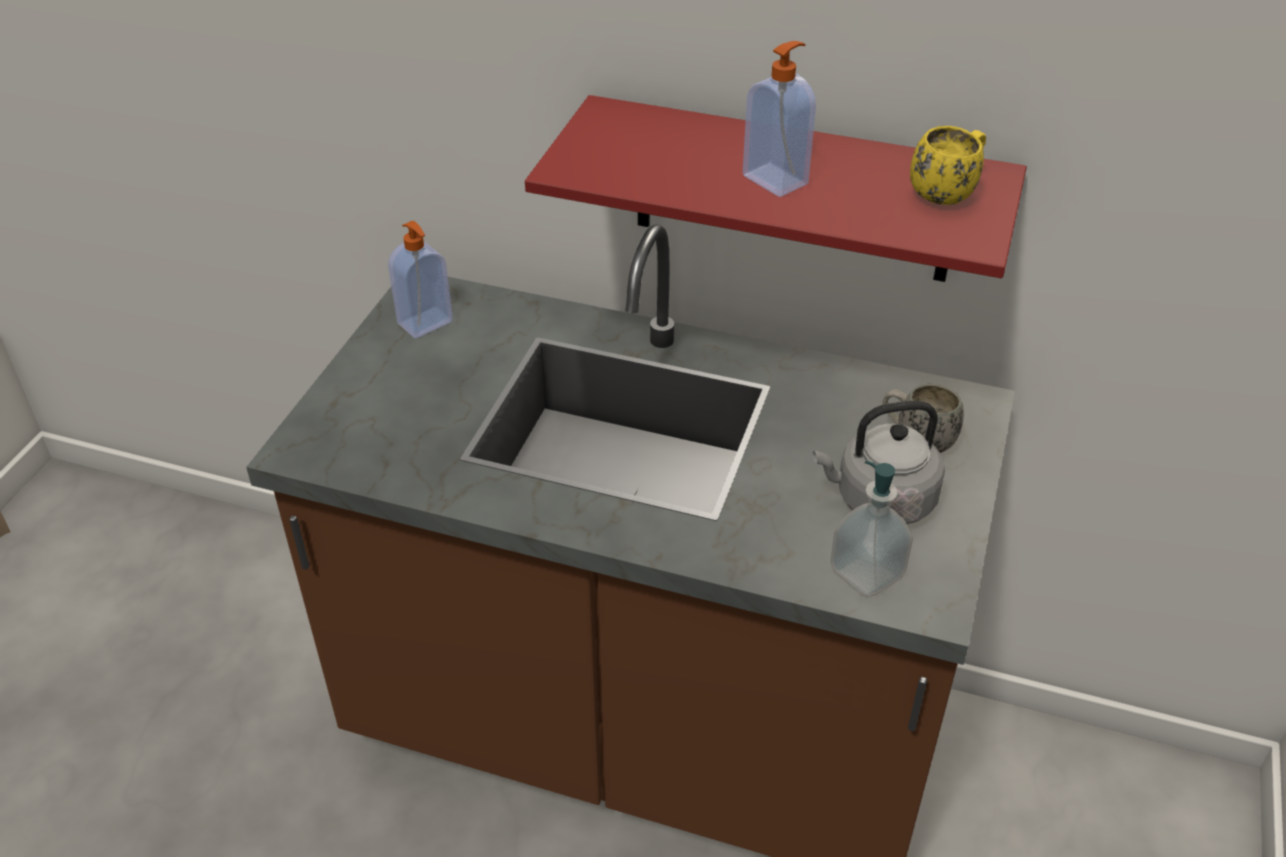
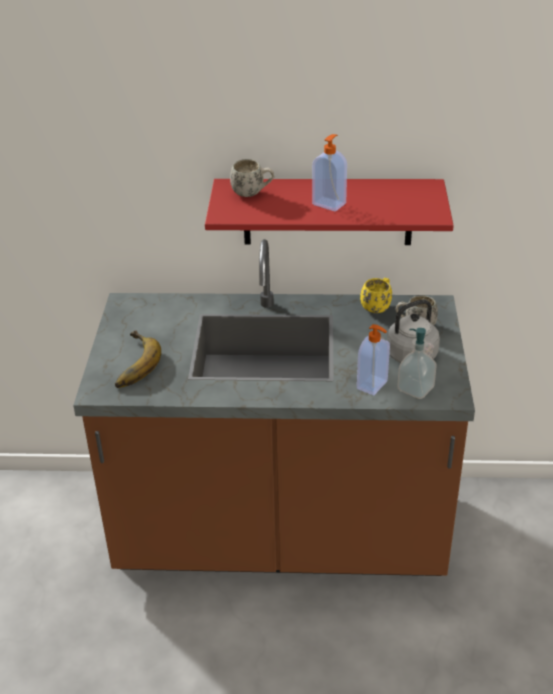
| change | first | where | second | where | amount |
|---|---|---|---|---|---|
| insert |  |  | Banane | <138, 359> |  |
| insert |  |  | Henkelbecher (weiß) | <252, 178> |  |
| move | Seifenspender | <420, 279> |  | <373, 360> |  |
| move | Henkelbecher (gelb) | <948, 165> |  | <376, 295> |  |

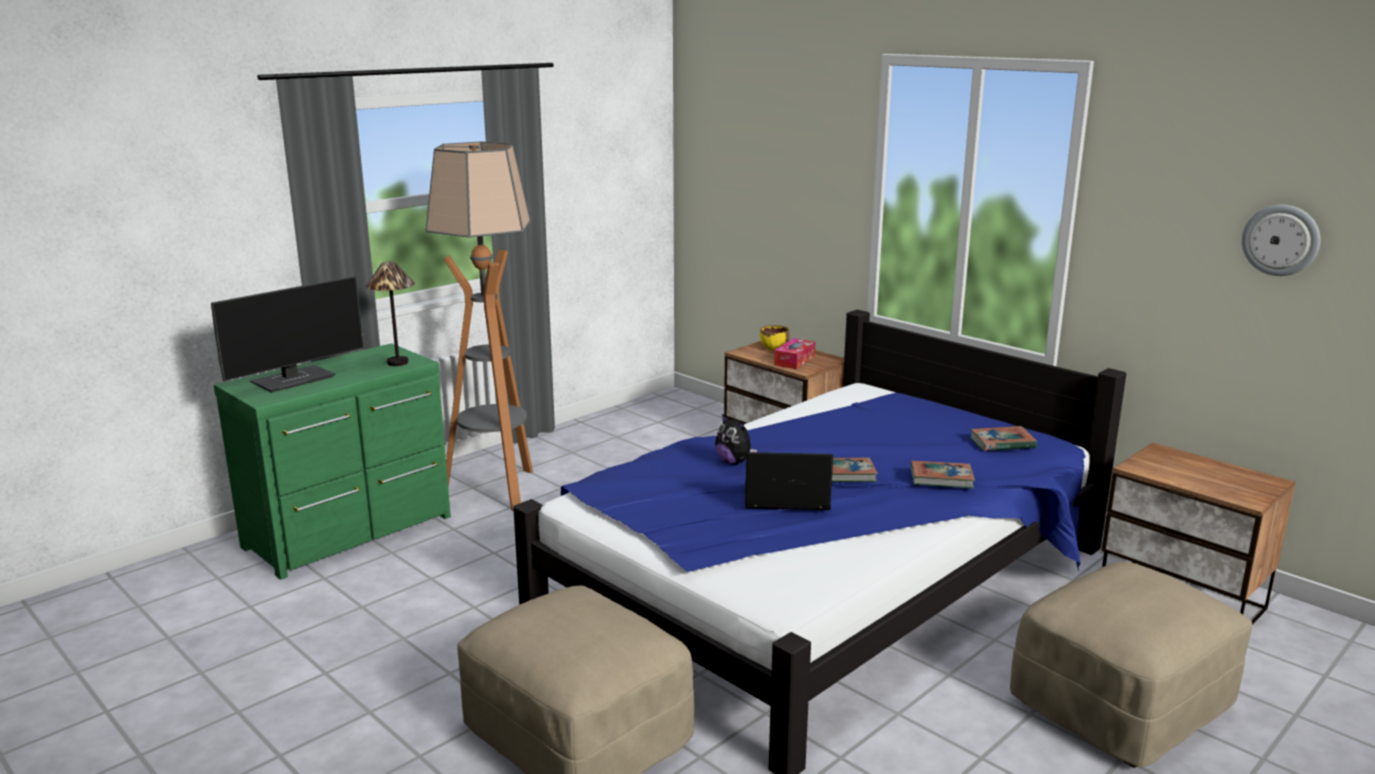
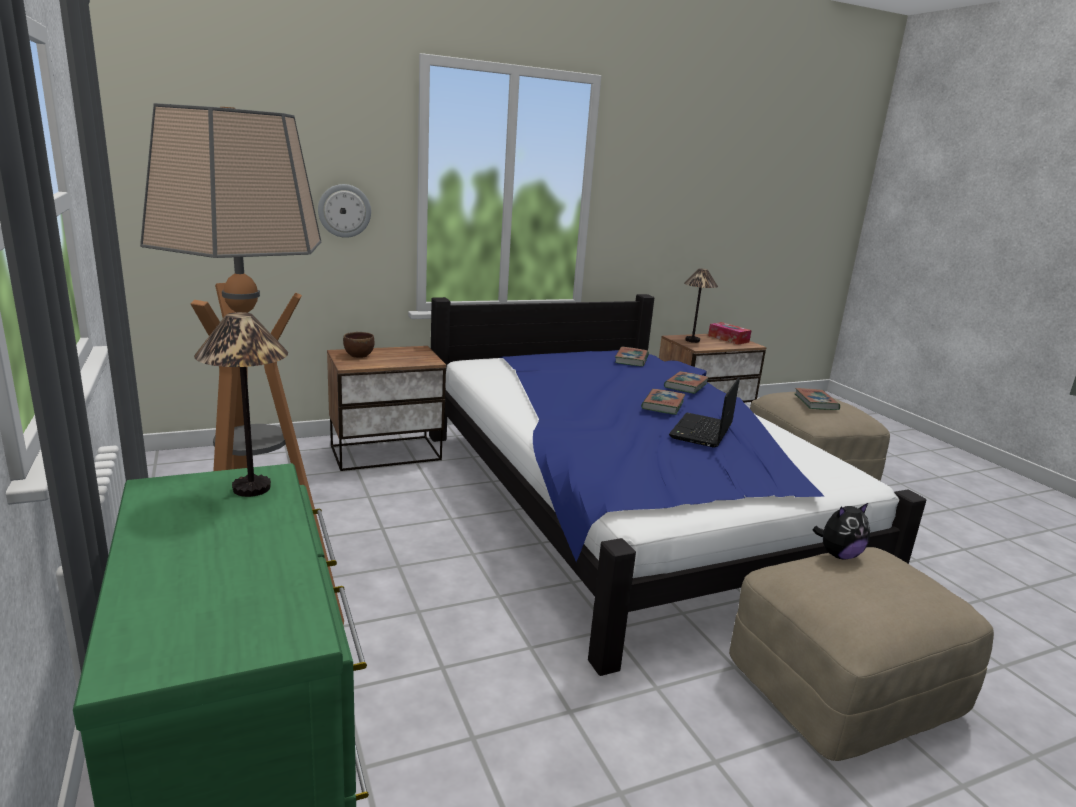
| change | first | where | second | where | amount |
|---|---|---|---|---|---|
| delete | Monitor | <287, 334> |  |  |  |
| insert |  |  | Tischlampe | <701, 306> |  |
| insert |  |  | Buch | <817, 399> |  |
| move | Plüschtier | <736, 439> |  | <841, 531> |  |
| move | Taschentuchbox | <794, 353> |  | <730, 333> |  |
| move | Wanduhr | <1281, 240> |  | <344, 211> |  |
| recolor | Schüssel (gelb) | <775, 338> | Schüssel (braun) | <358, 345> |  |

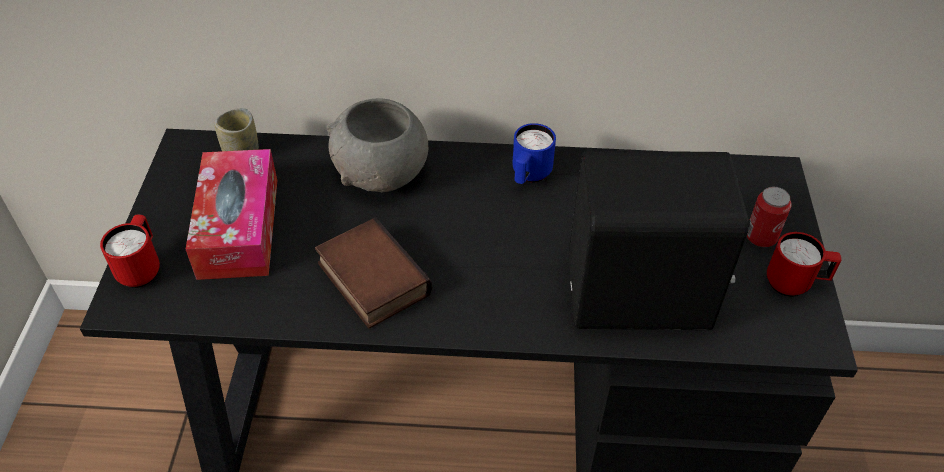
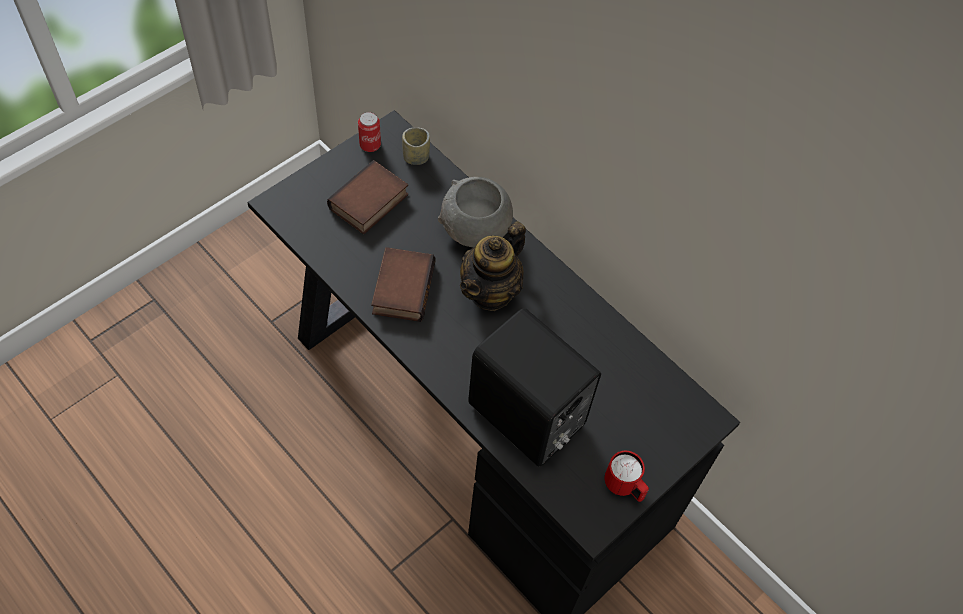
| change | first | where | second | where | amount |
|---|---|---|---|---|---|
| delete | Henkelbecher (rot) | <130, 251> |  |  |  |
| delete | Henkelbecher (blau) | <534, 153> |  |  |  |
| insert |  |  | Teekanne | <493, 266> |  |
| move | Dose | <769, 217> |  | <369, 132> |  |
| replace | Taschentuchbox | <231, 214> | Buch | <367, 197> |  |

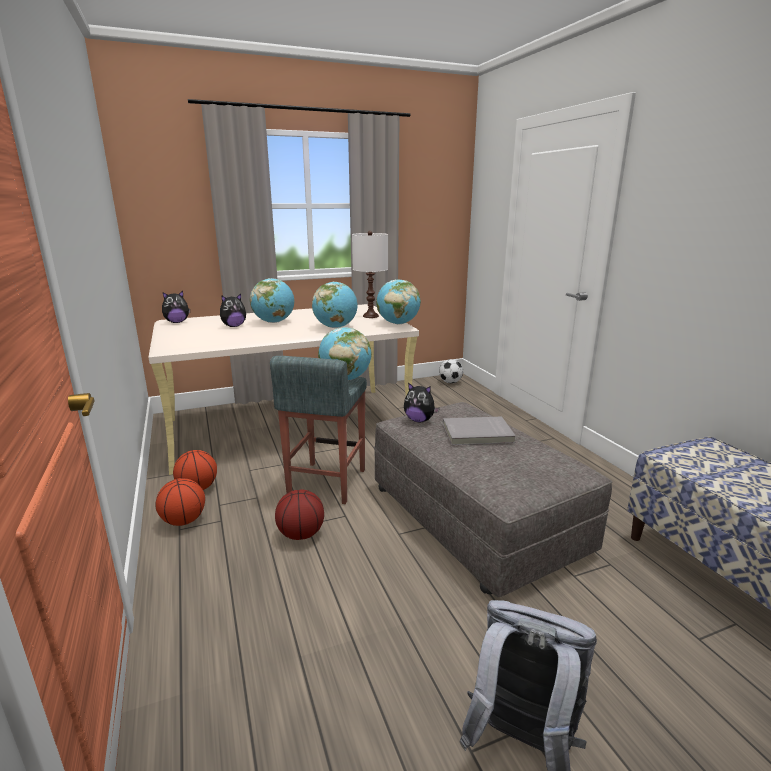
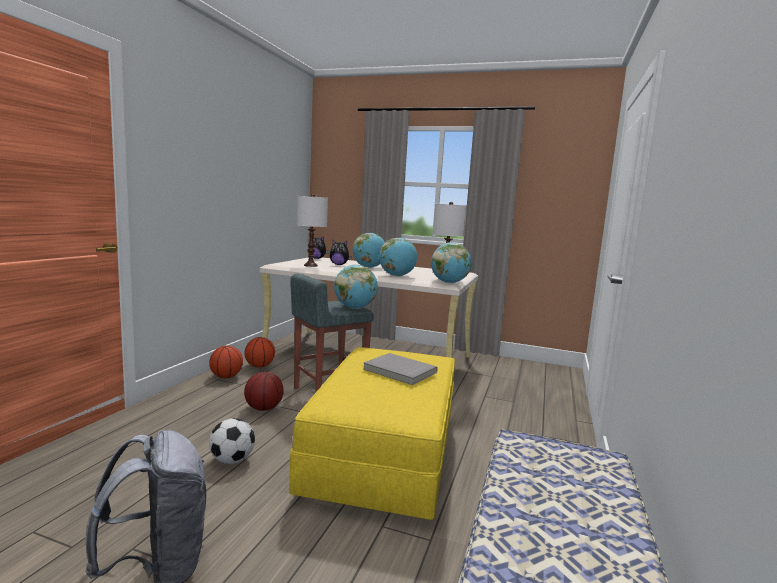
| change | first | where | second | where | amount |
|---|---|---|---|---|---|
| delete | Plüschtier | <422, 402> |  |  |  |
| insert |  |  | Tischlampe (weiß) | <312, 230> |  |
| move | Fußball | <451, 371> |  | <232, 441> |  |
| recolor | Polsterhocker (grau) | <493, 499> | Polsterhocker (gelb) | <372, 433> |  |

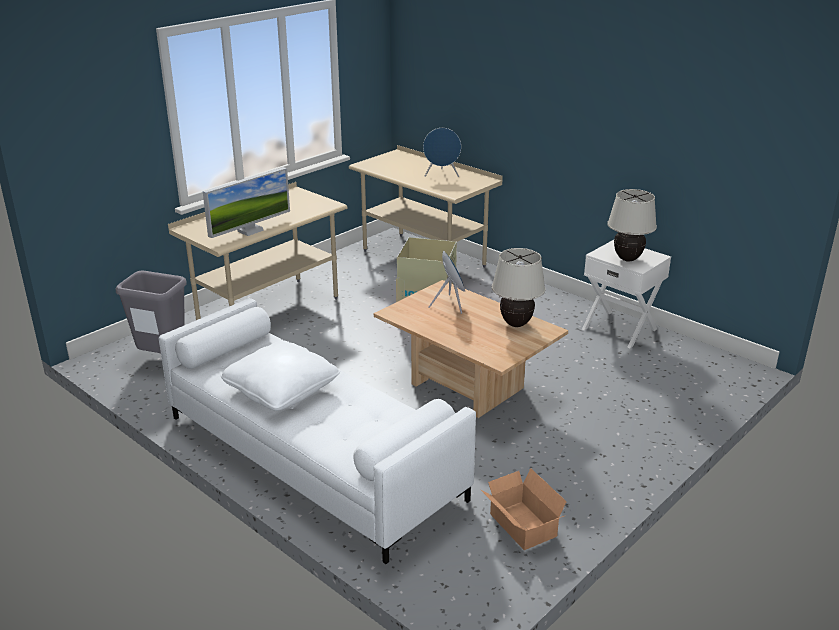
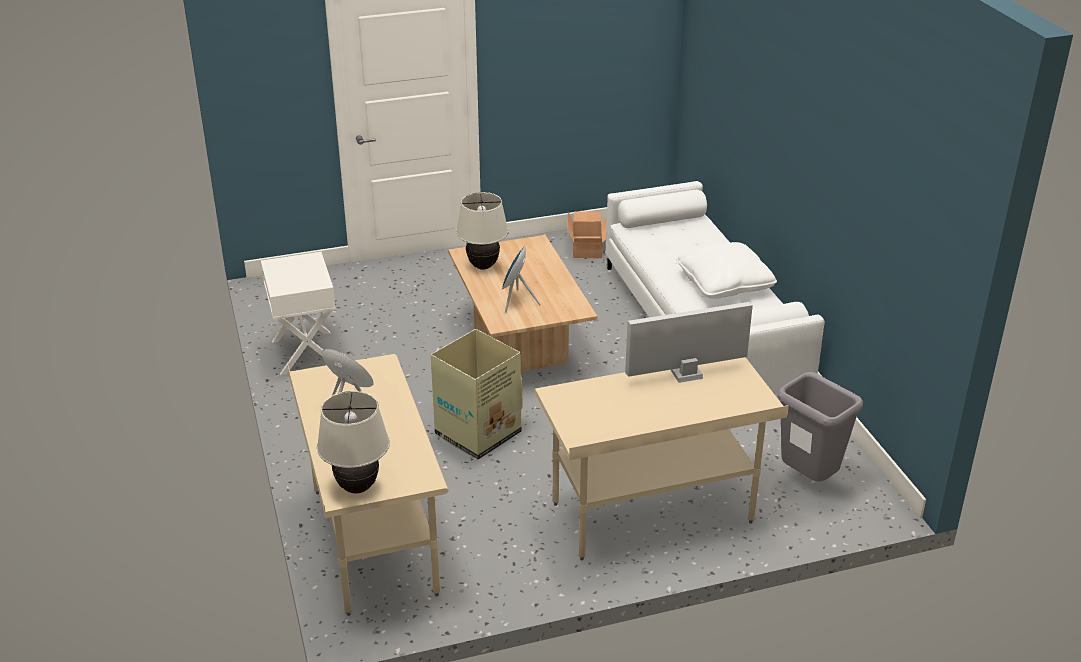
| change | first | where | second | where | amount |
|---|---|---|---|---|---|
| move | Tischlampe (beige) | <632, 225> |  | <353, 442> |  |

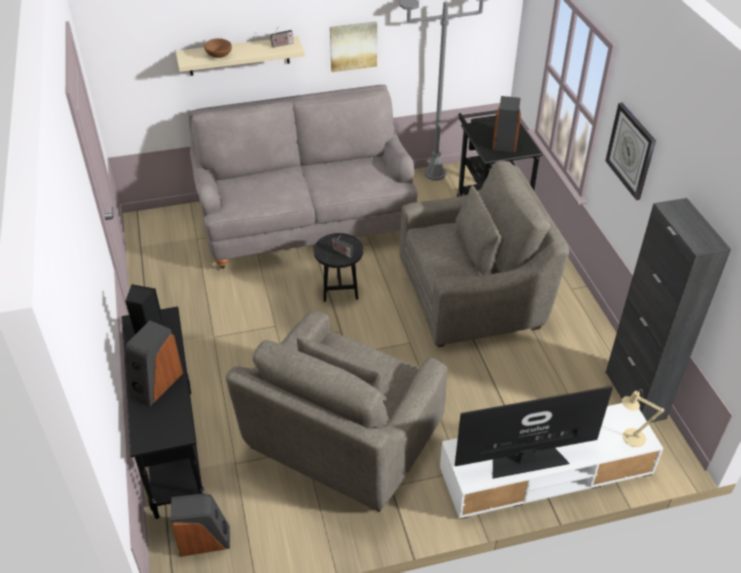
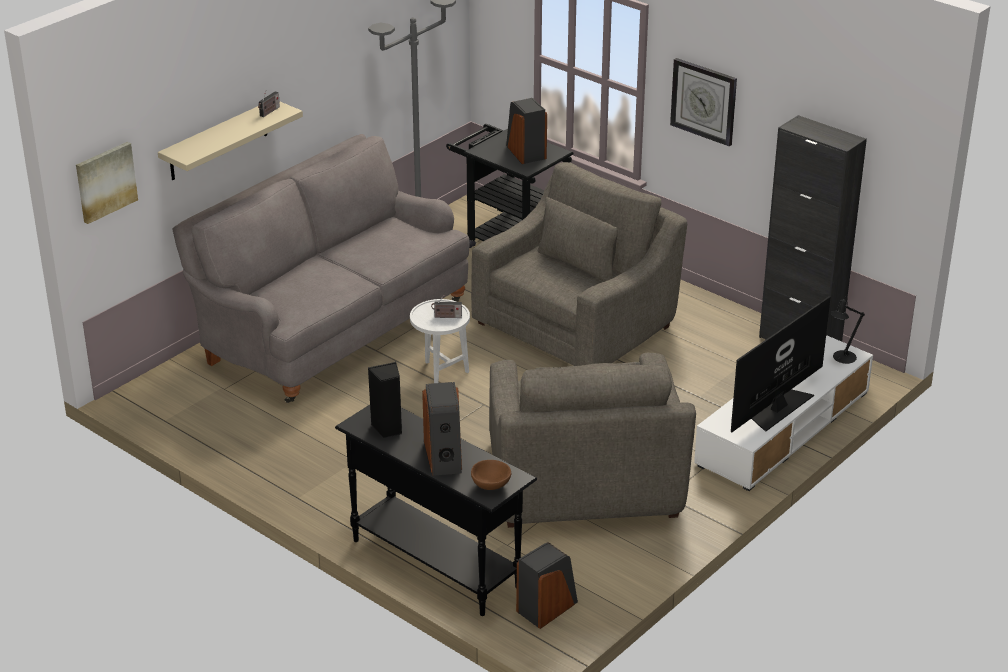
| change | first | where | second | where | amount |
|---|---|---|---|---|---|
| move | Schüssel (braun) | <218, 48> |  | <491, 475> |  |
| move | Bild | <353, 46> |  | <107, 183> |  |
| recolor | Beistelltisch (schwarz) | <338, 267> | Beistelltisch (weiß) | <440, 341> |  |
| recolor | Tischlampe (beige) | <643, 418> | Tischlampe (schwarz) | <848, 329> |  |

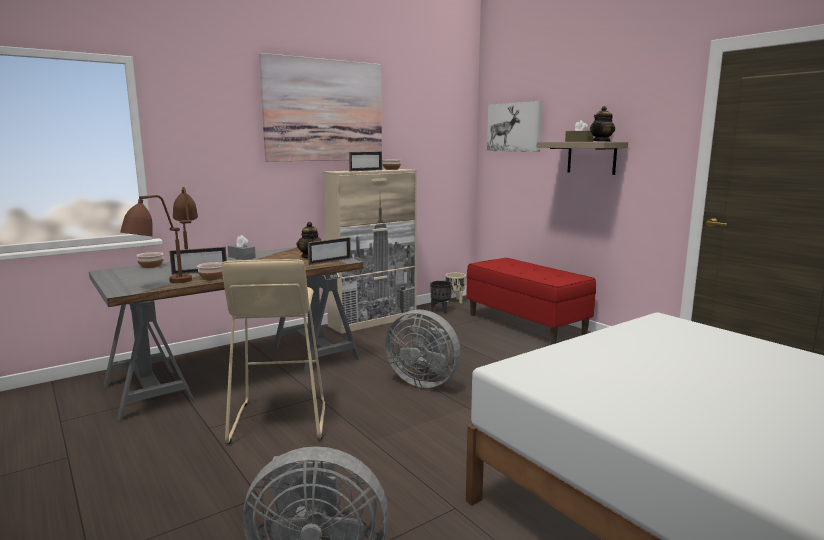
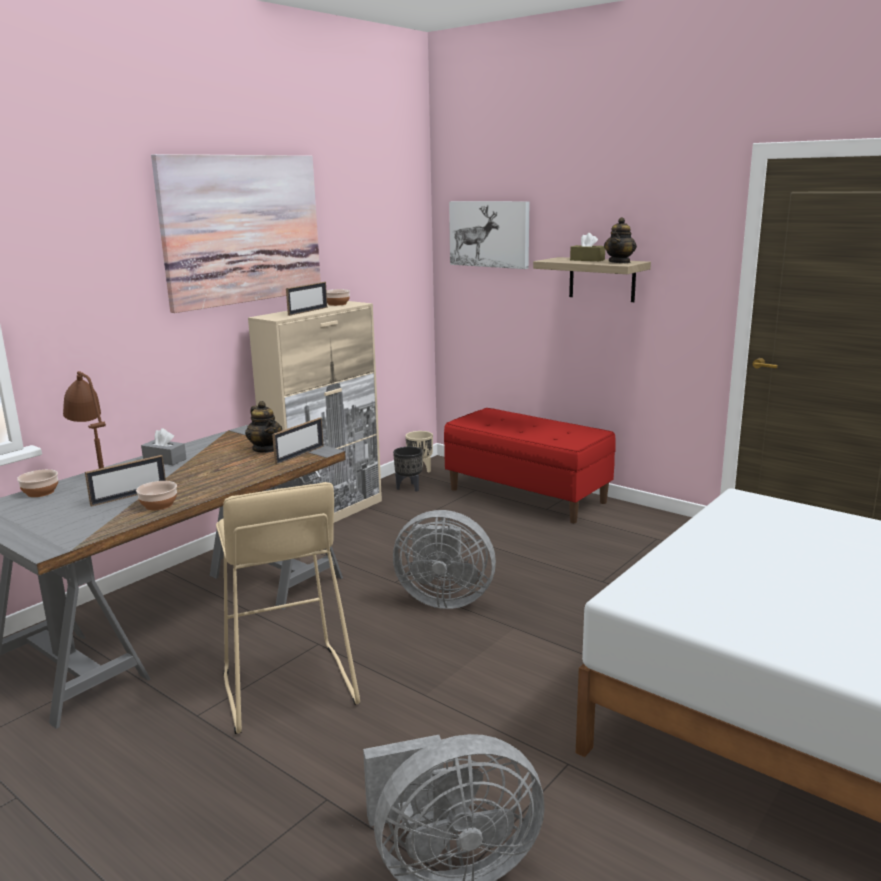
| change | first | where | second | where | amount |
|---|---|---|---|---|---|
| delete | Tischlampe (braun) | <156, 239> |  |  |  |

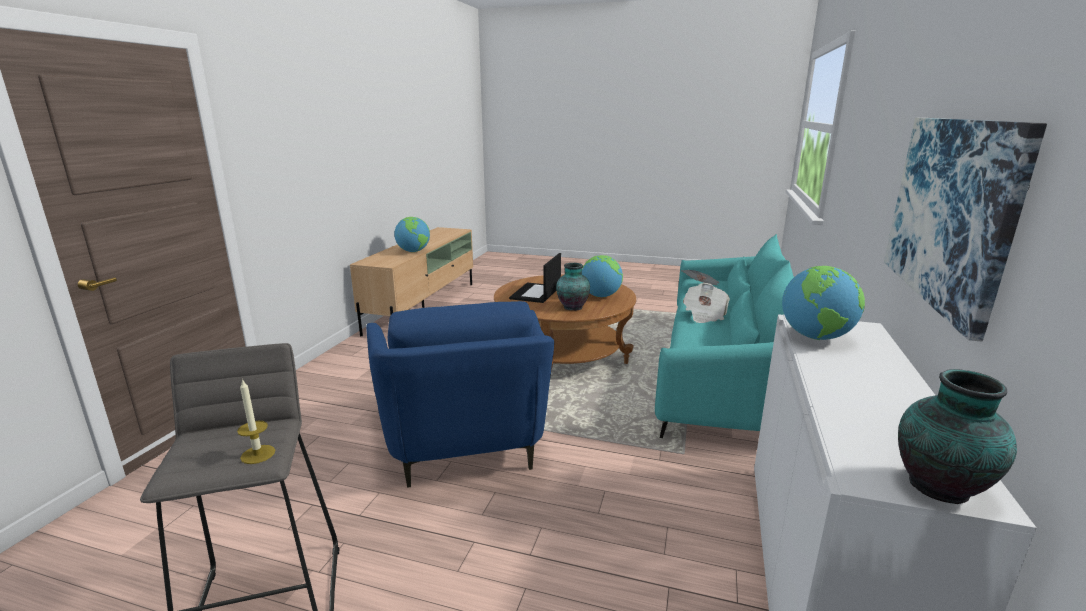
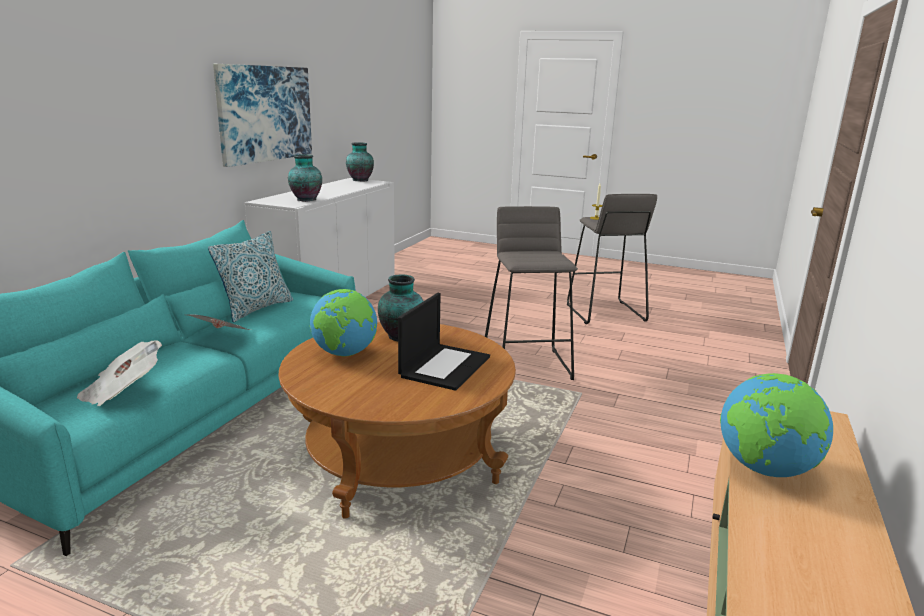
| change | first | where | second | where | amount |
|---|---|---|---|---|---|
| insert |  |  | Kissen | <250, 277> |  |
| replace | Sessel (blau) | <460, 394> | Hocker (grau) | <531, 293> |  |
| replace | Globus | <823, 303> | Vase | <305, 178> |  |

